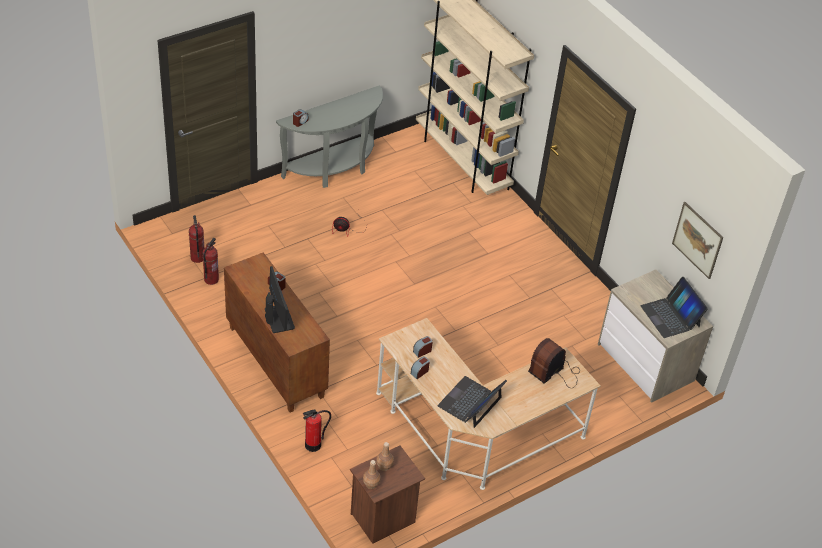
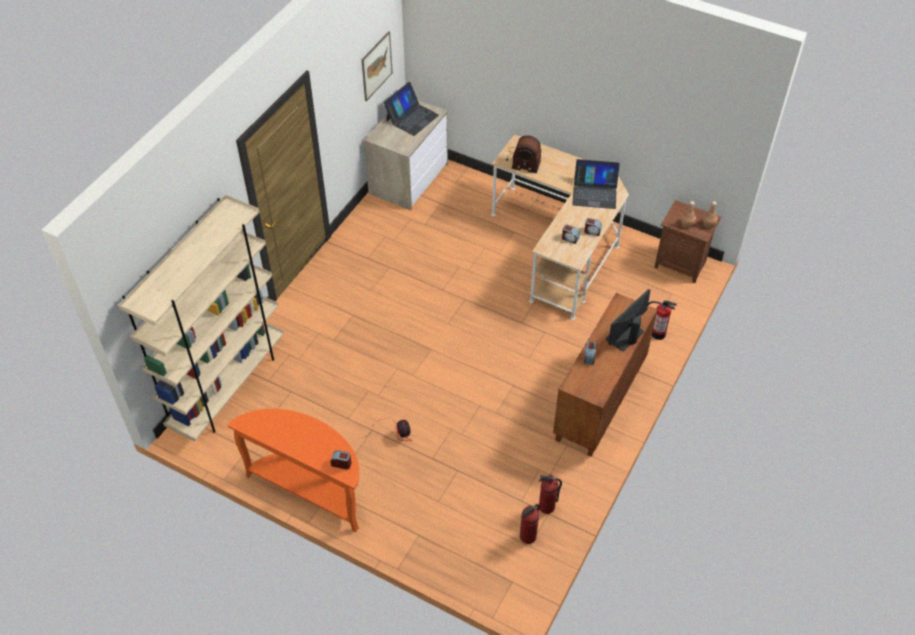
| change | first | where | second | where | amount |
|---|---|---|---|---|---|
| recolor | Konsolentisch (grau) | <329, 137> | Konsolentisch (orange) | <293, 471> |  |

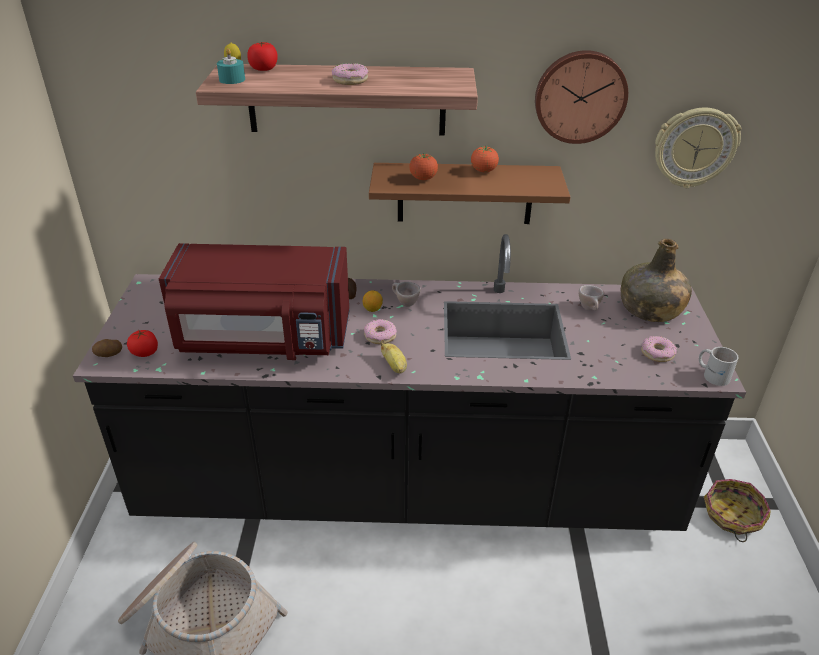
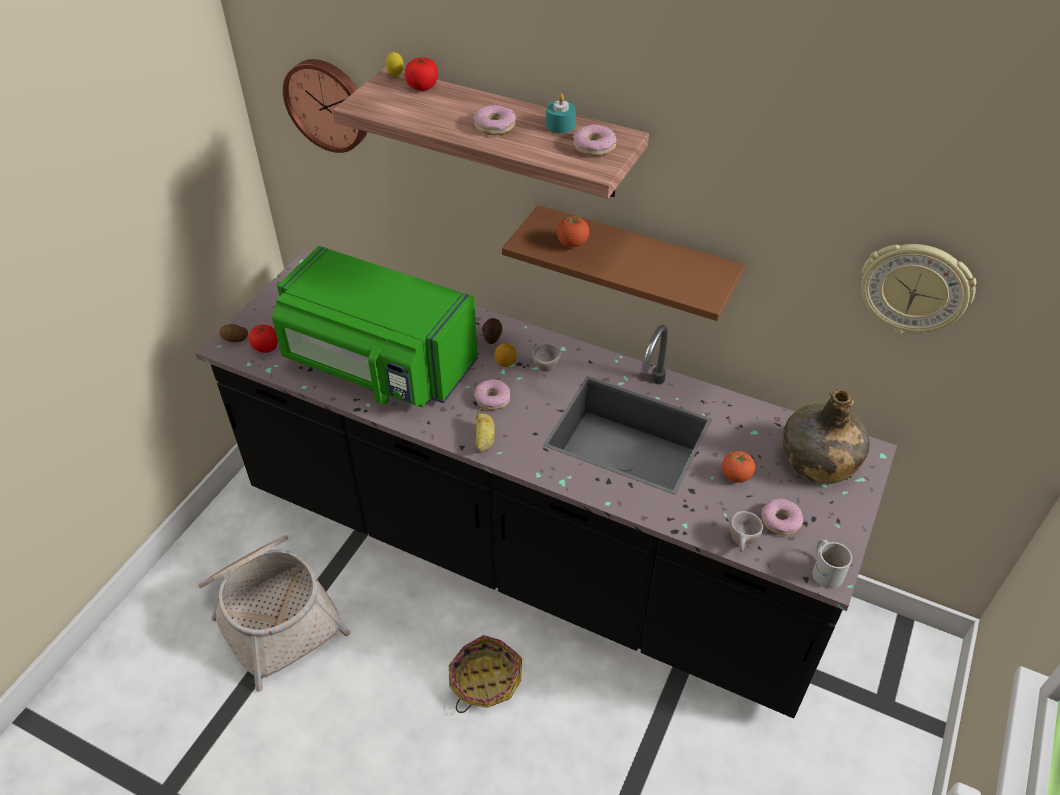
| change | first | where | second | where | amount |
|---|---|---|---|---|---|
| insert |  |  | Donut | <594, 140> |  |
| move | Kerze (türkis) | <231, 66> |  | <561, 113> |  |
| move | Tomate | <485, 159> |  | <738, 467> |  |
| move | Wanduhr | <581, 97> |  | <325, 106> |  |
| move | Tasse (beige) | <591, 297> |  | <746, 531> |  |
| move | Korb | <737, 510> |  | <485, 674> |  |
| recolor | Mikrowelle (rot) | <254, 301> | Mikrowelle (grün) | <375, 327> |  |

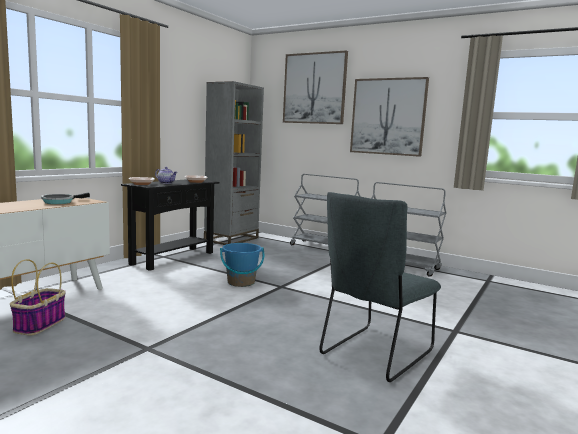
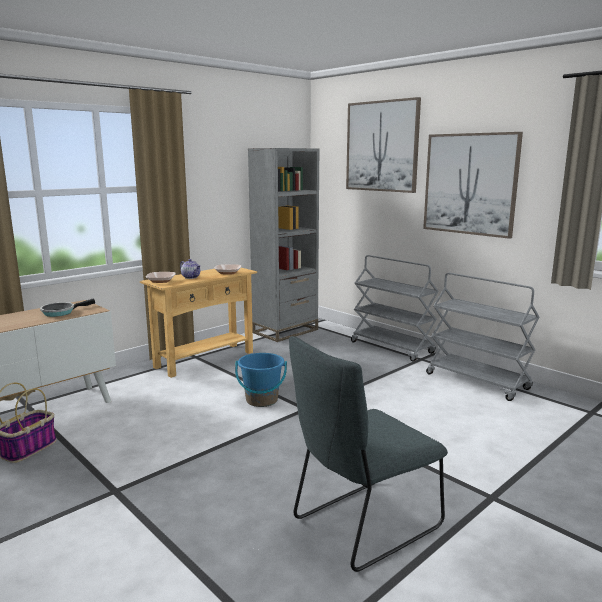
| change | first | where | second | where | amount |
|---|---|---|---|---|---|
| recolor | Konsolentisch (schwarz) | <170, 225> | Konsolentisch (beige) | <198, 323> |  |

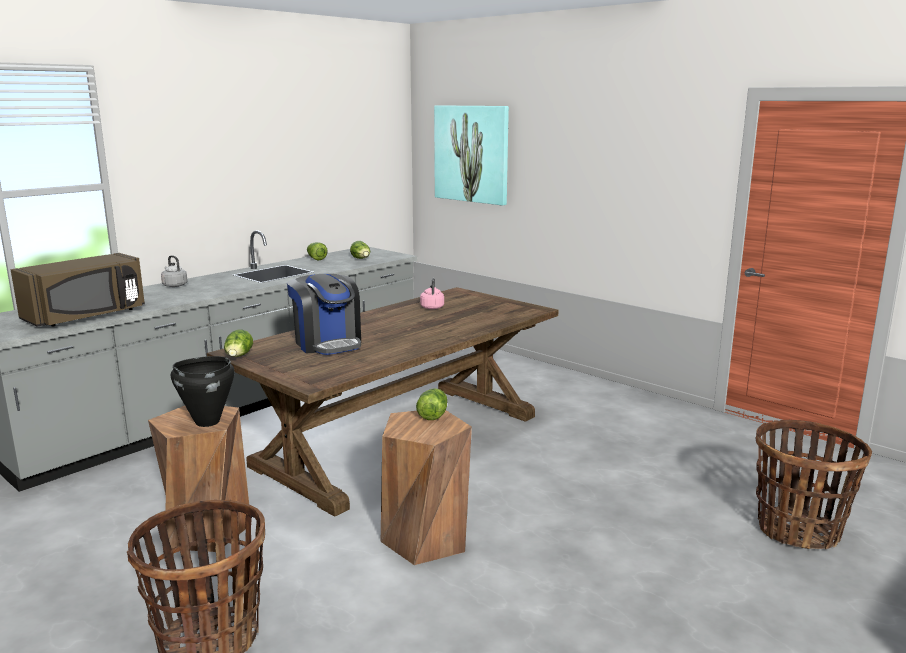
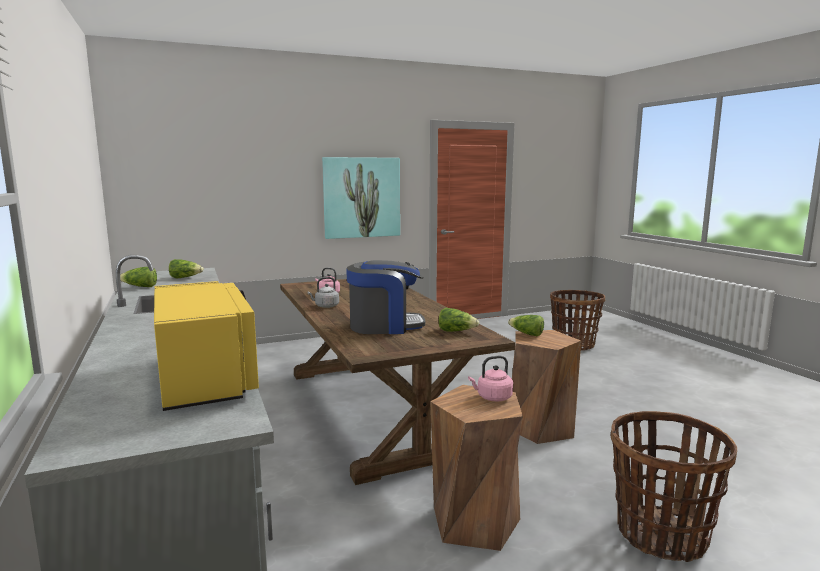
| change | first | where | second | where | amount |
|---|---|---|---|---|---|
| move | Wasserkessel (grau) | <174, 271> |  | <323, 292> |  |
| move | Salatkopf | <238, 343> |  | <459, 320> |  |
| move | Bild | <471, 155> |  | <361, 198> |  |
| replace | Kochtopf (schwarz) | <203, 391> | Wasserkessel (rosa) | <490, 378> |  |
| recolor | Mikrowelle (braun) | <78, 290> | Mikrowelle (gelb) | <206, 346> |  |

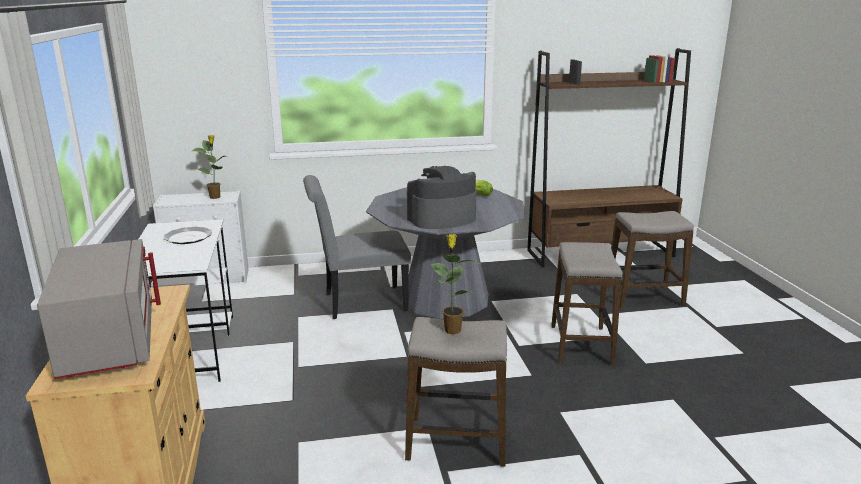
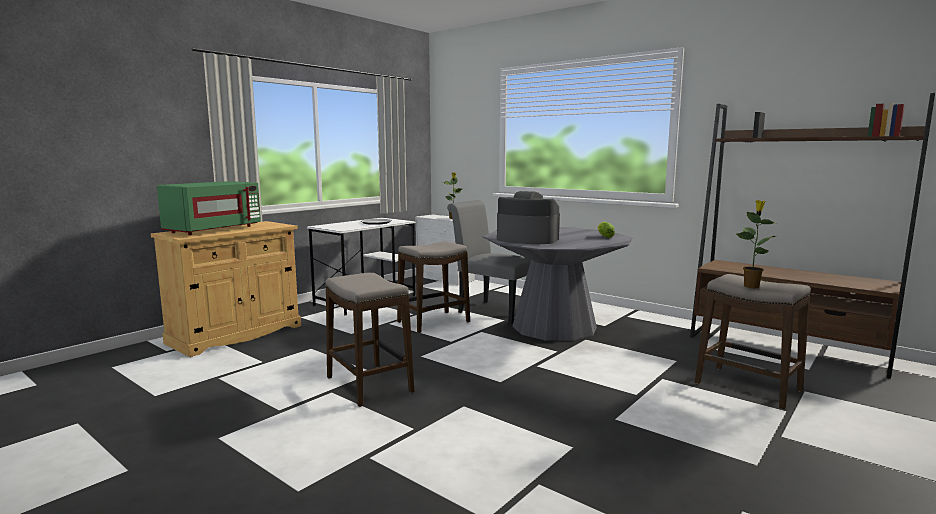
| change | first | where | second | where | amount |
|---|---|---|---|---|---|
| move | Topfpflanze | <454, 284> |  | <756, 244> |  |
| move | Hocker | <587, 304> |  | <433, 287> |  |
| recolor | Mikrowelle (grau) | <99, 309> | Mikrowelle (grün) | <209, 208> |  |

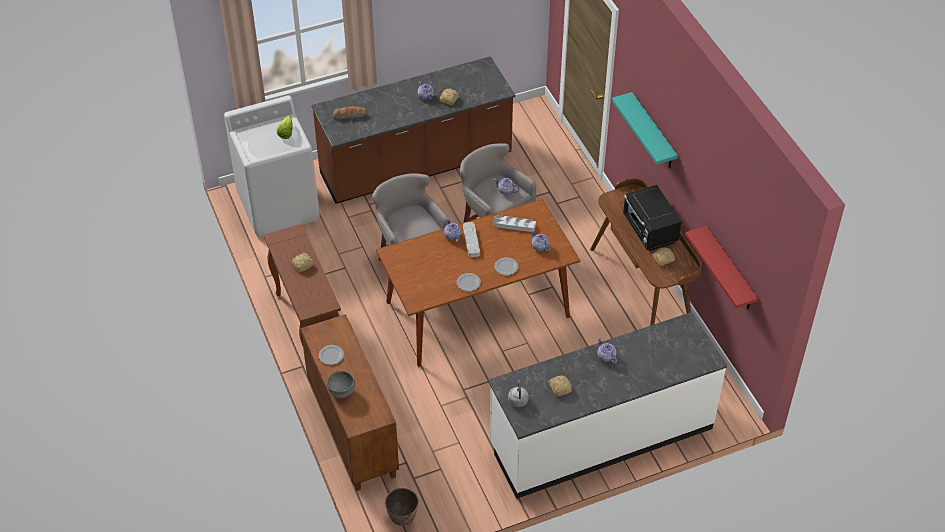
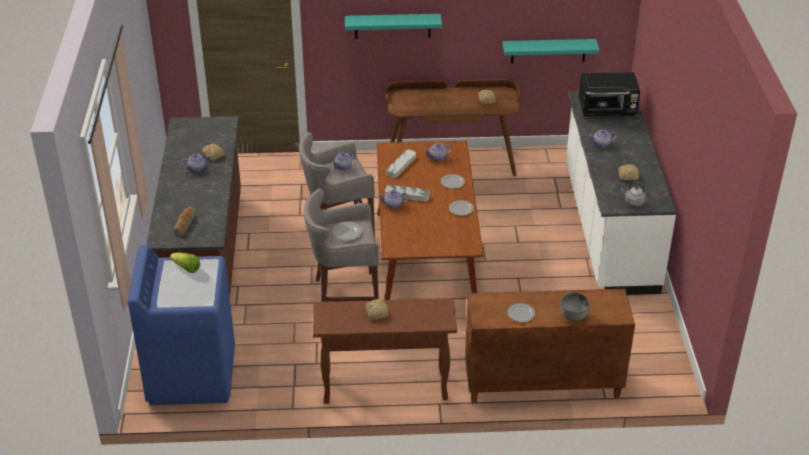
| change | first | where | second | where | amount |
|---|---|---|---|---|---|
| delete | Pflanzkübel | <402, 507> |  |  |  |
| insert |  |  | Teller | <347, 231> |  |
| move | Mikrowelle (schwarz) | <652, 218> |  | <609, 94> |  |
| recolor | Waschmaschine (weiß) | <272, 166> | Waschmaschine (blau) | <181, 325> |  |
| recolor | Wandregal (rot) | <721, 267> | Wandregal (türkis) | <551, 51> |  |

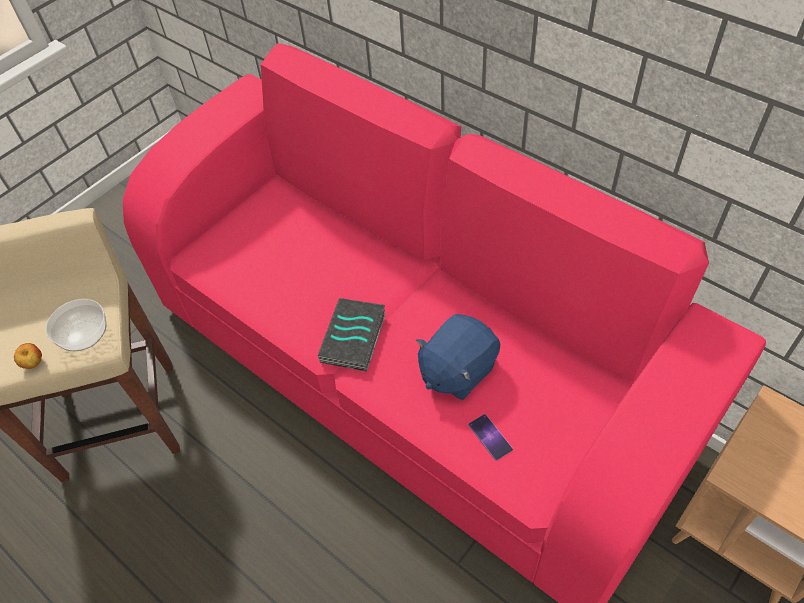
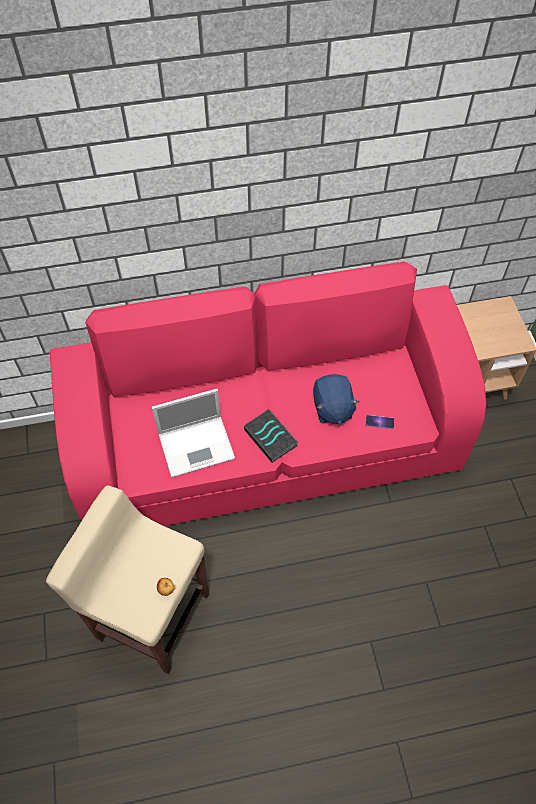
| change | first | where | second | where | amount |
|---|---|---|---|---|---|
| delete | Schüssel | <76, 325> |  |  |  |
| insert |  |  | Laptop | <193, 433> |  |

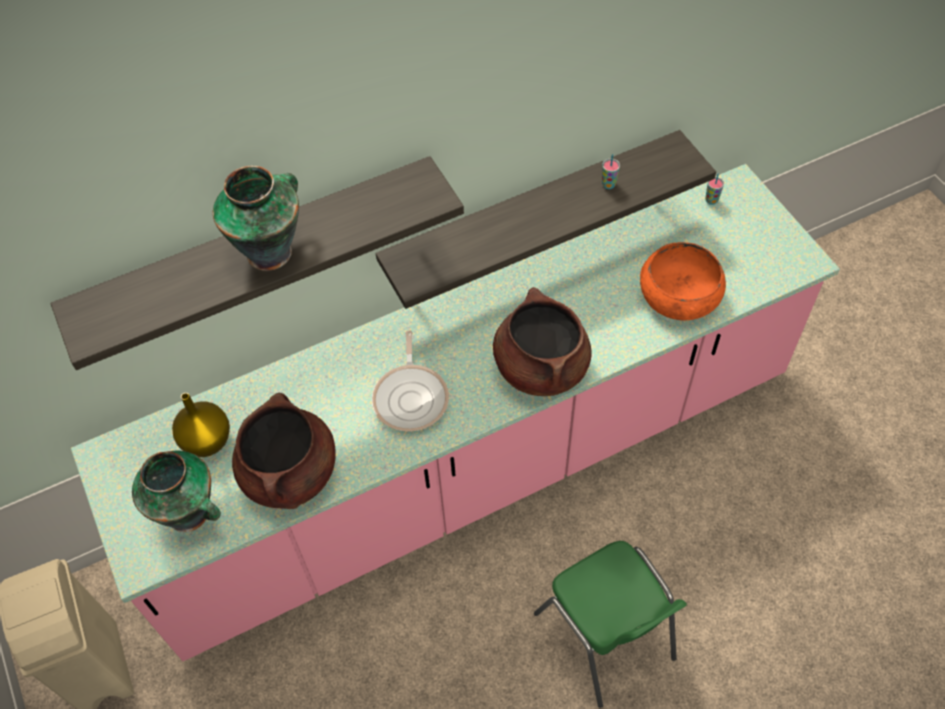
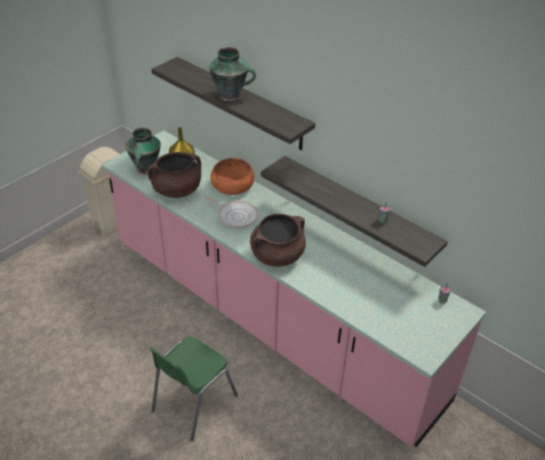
| change | first | where | second | where | amount |
|---|---|---|---|---|---|
| move | Schüssel (orange) | <683, 281> |  | <232, 176> |  |
| rotate | Pfanne | <410, 381> |  | <232, 212> | 120 degrees counterclockwise |

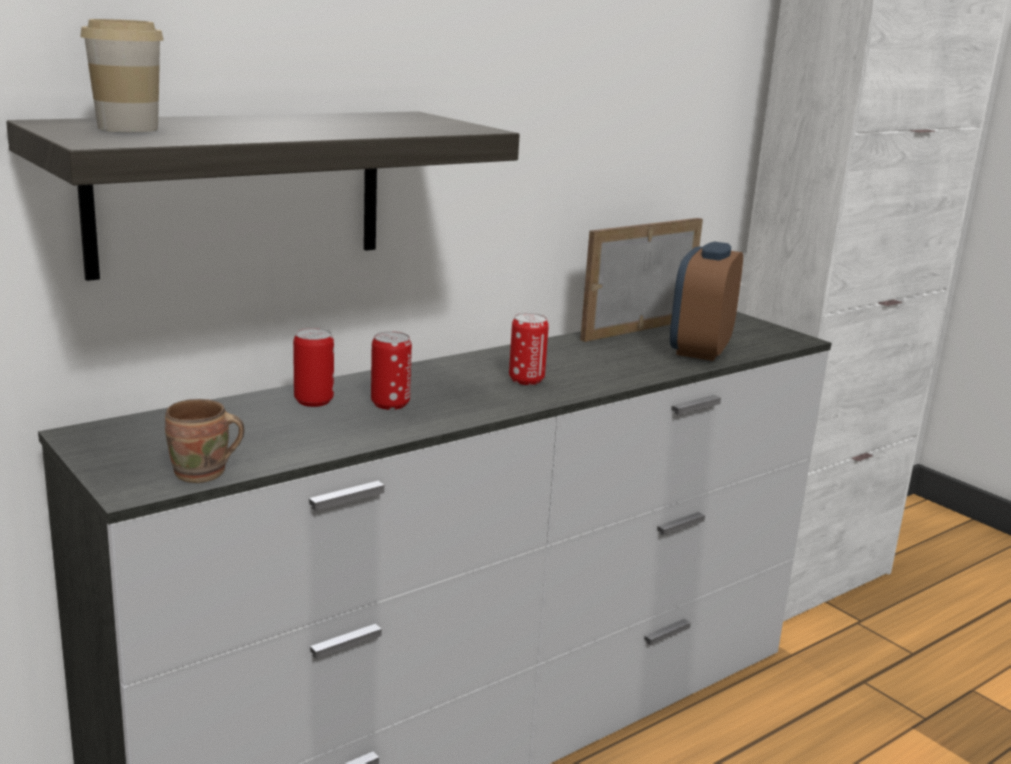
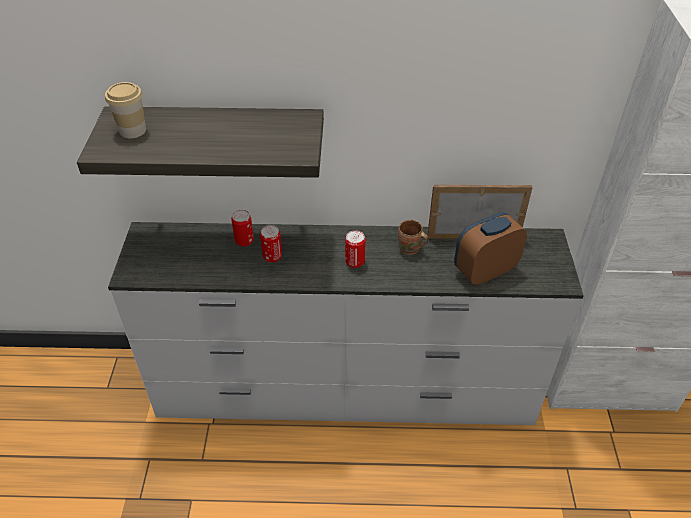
| change | first | where | second | where | amount |
|---|---|---|---|---|---|
| move | Henkelbecher (braun) | <204, 441> |  | <413, 237> |  |

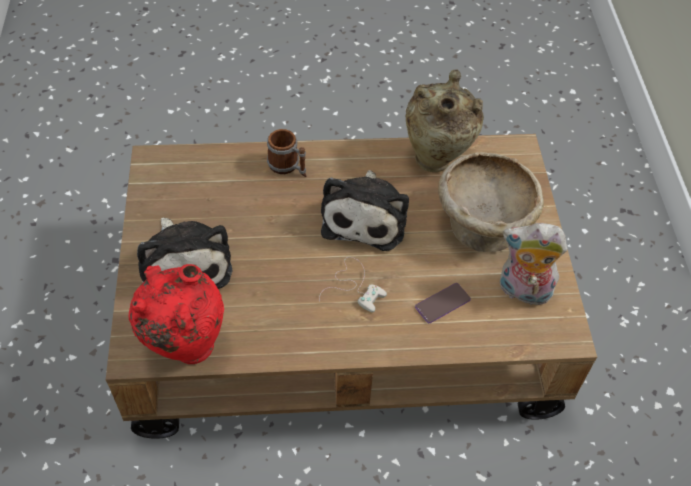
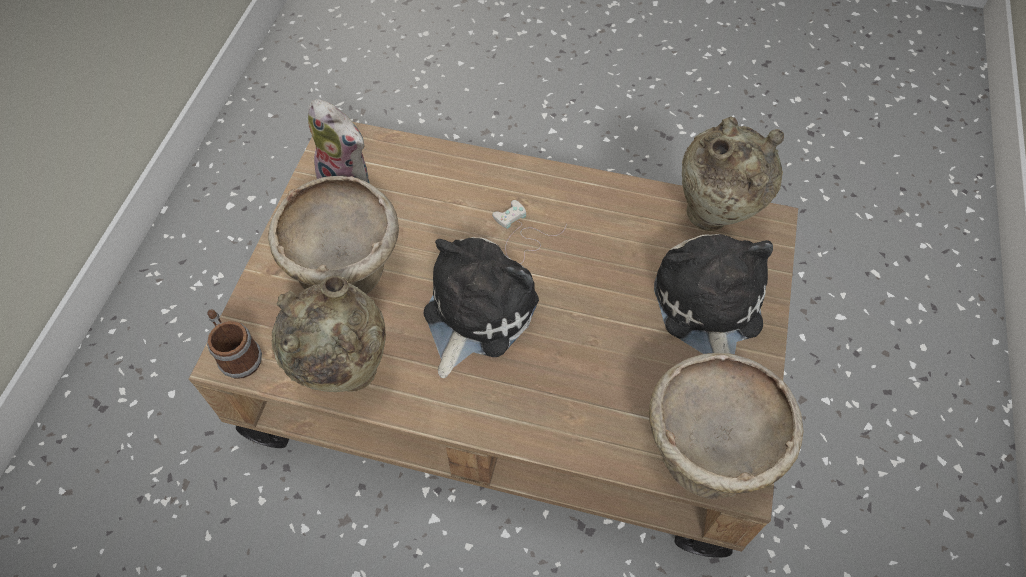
| change | first | where | second | where | amount |
|---|---|---|---|---|---|
| delete | Handy | <443, 303> |  |  |  |
| insert |  |  | Schüssel (beige) | <726, 426> |  |
| move | Henkelbecher | <286, 153> |  | <234, 344> |  |
| recolor | Vase (rot) | <176, 314> | Vase (beige) | <733, 173> |  |

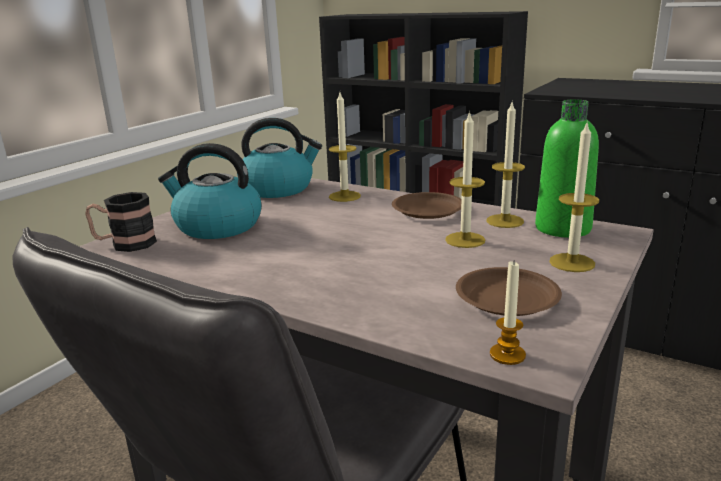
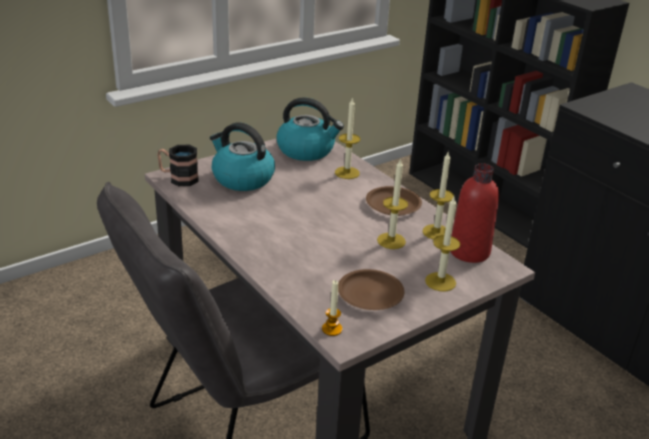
| change | first | where | second | where | amount |
|---|---|---|---|---|---|
| recolor | Flasche (grün) | <567, 168> | Flasche (rot) | <474, 213> |  |

